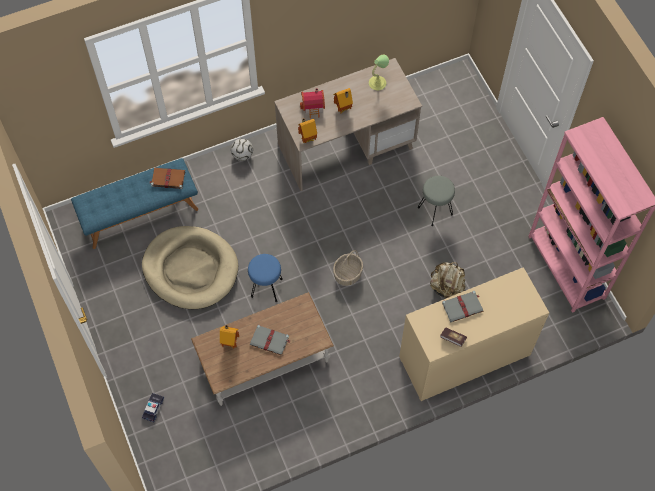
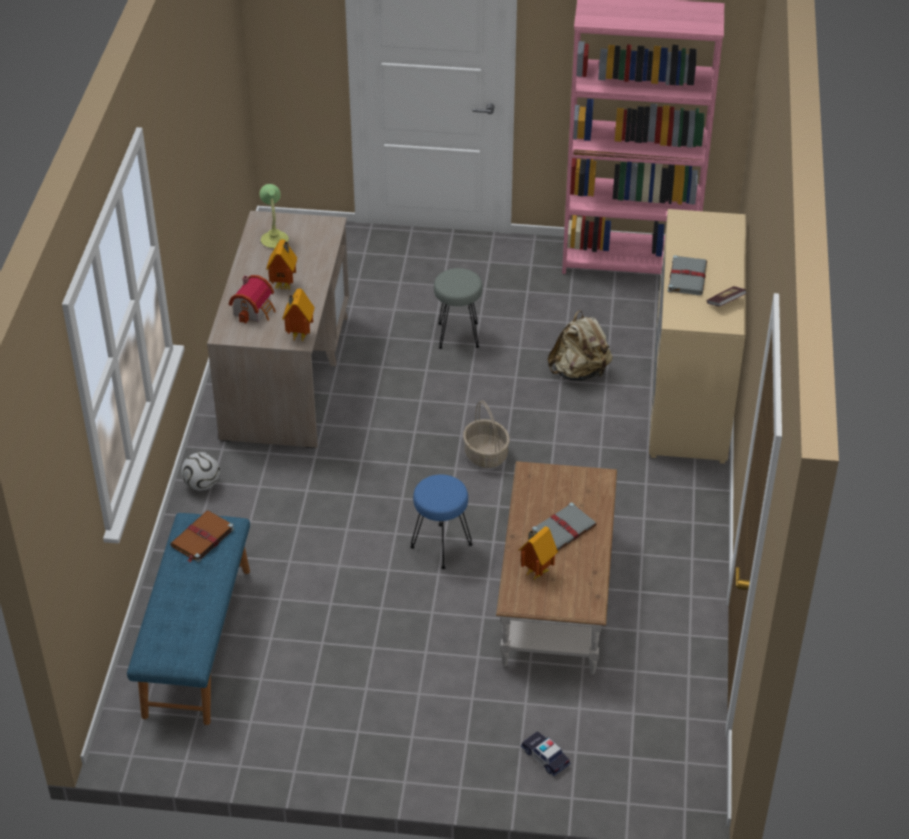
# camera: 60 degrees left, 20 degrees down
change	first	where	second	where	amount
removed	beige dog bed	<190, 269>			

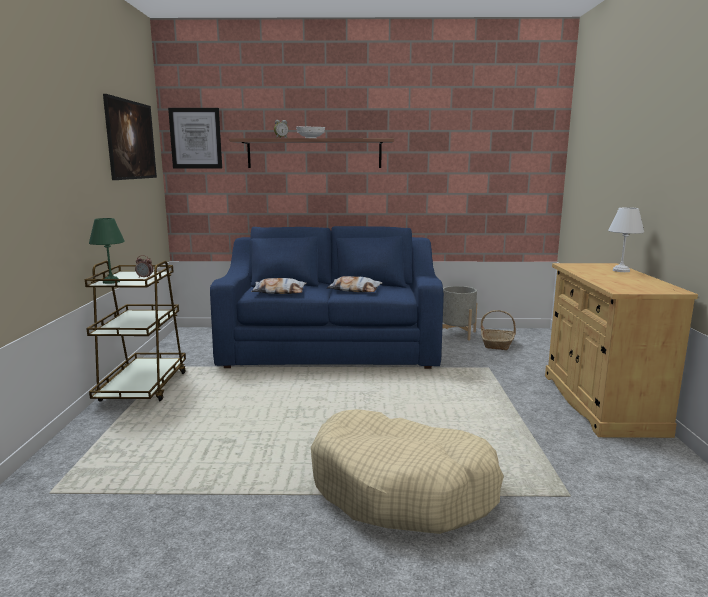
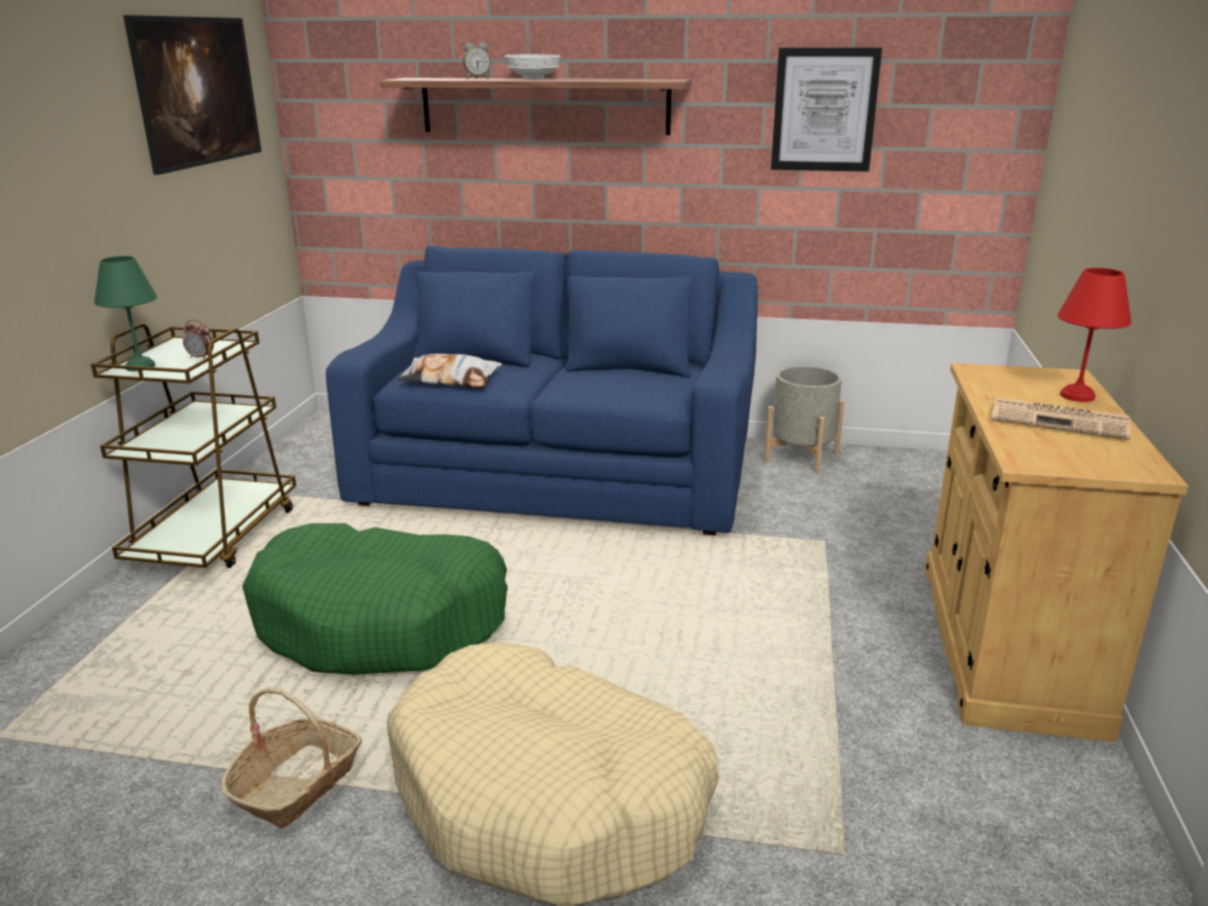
# camera: 10 degrees right, 10 degrees up
change	first	where	second	where	amount
moved	basket	<497, 344>		<297, 784>	
added			green dog bed	<382, 621>	
moved	picture	<196, 138>		<824, 110>	
added			newspaper	<1061, 420>	
recoloured	white table lamp	<621, 271>	red table lamp	<1078, 396>	
removed	pillow	<354, 289>			

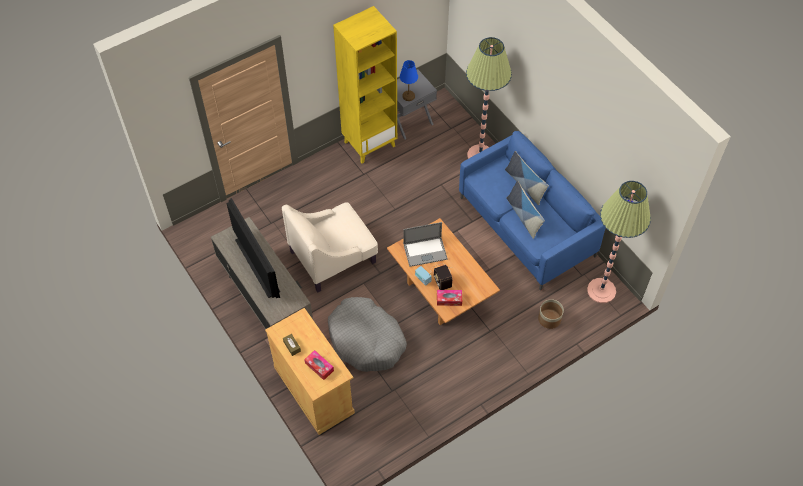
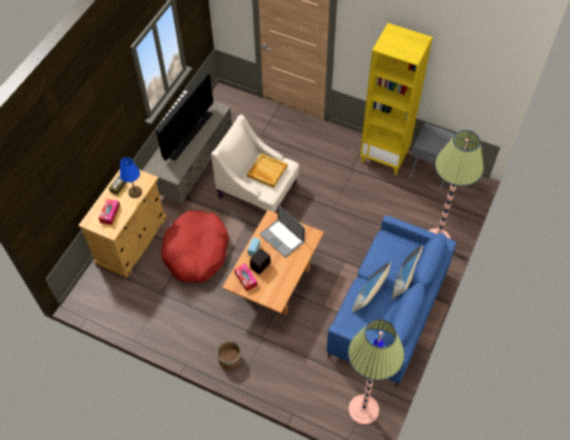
# camera: 60 degrees right, 0 degrees up
change	first	where	second	where	amount
moved	blue table lamp	<408, 96>		<135, 192>	
recoloured	grey dog bed	<366, 340>	red dog bed	<196, 252>	
moved	planter	<549, 319>		<229, 359>	
added			beige tray	<266, 171>	

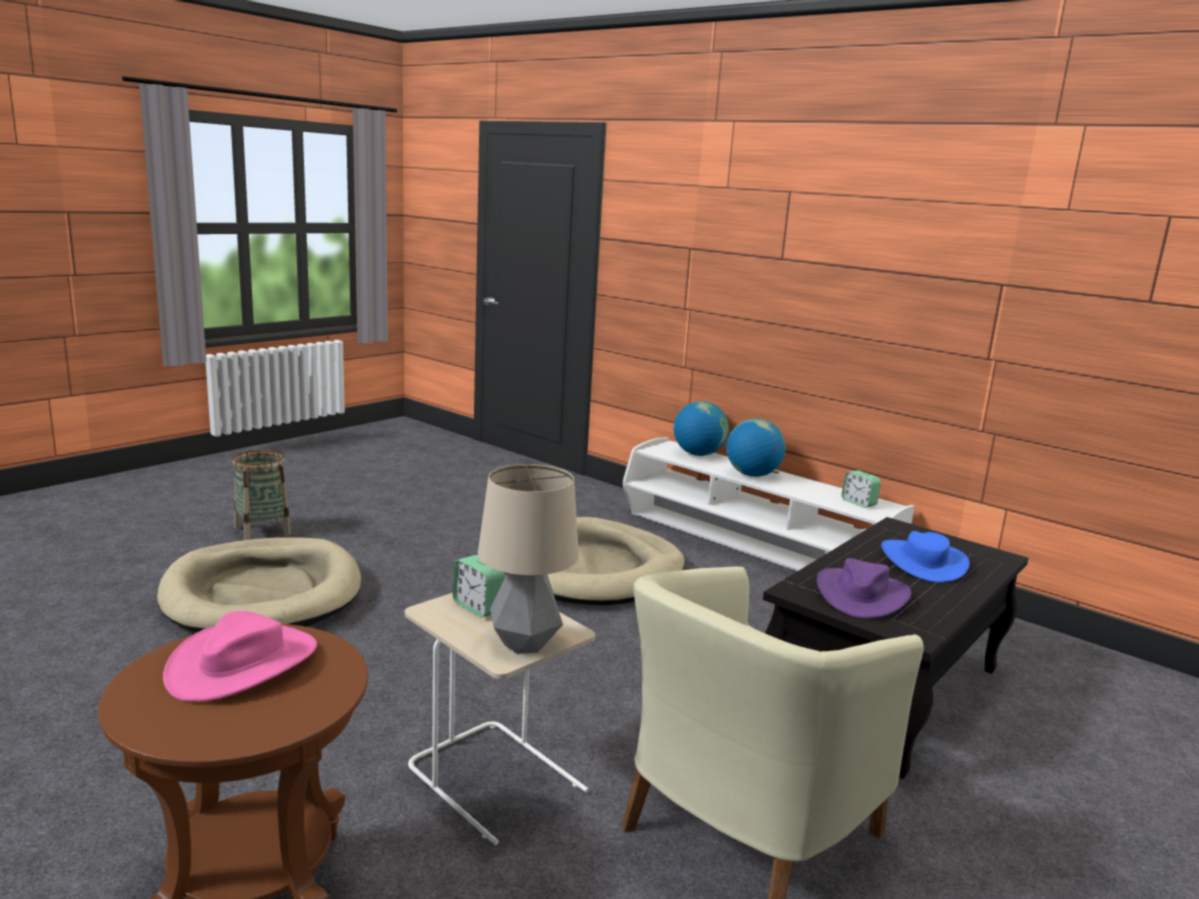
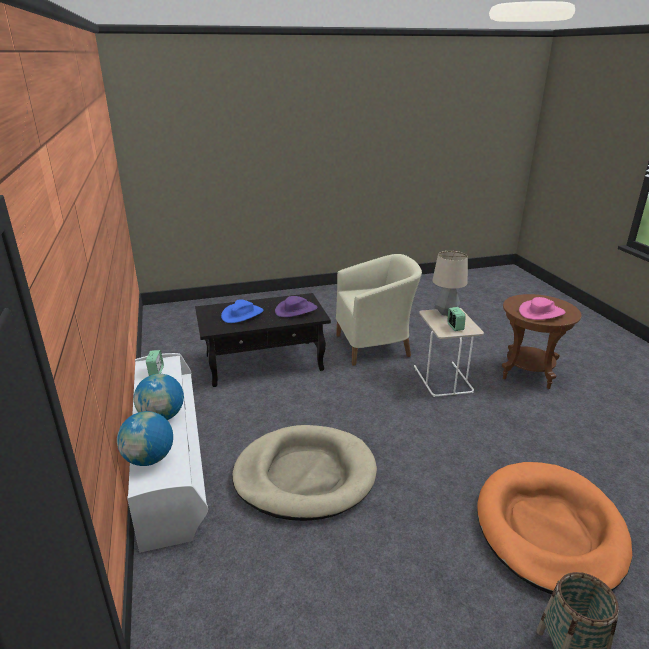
# camera: 145 degrees left, 10 degrees up
change	first	where	second	where	amount
recoloured	beige dog bed	<263, 593>	orange dog bed	<549, 530>	

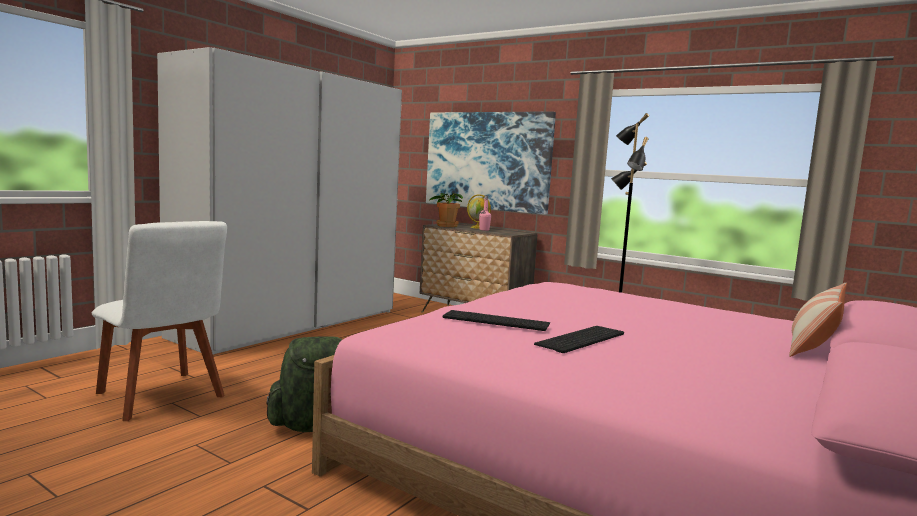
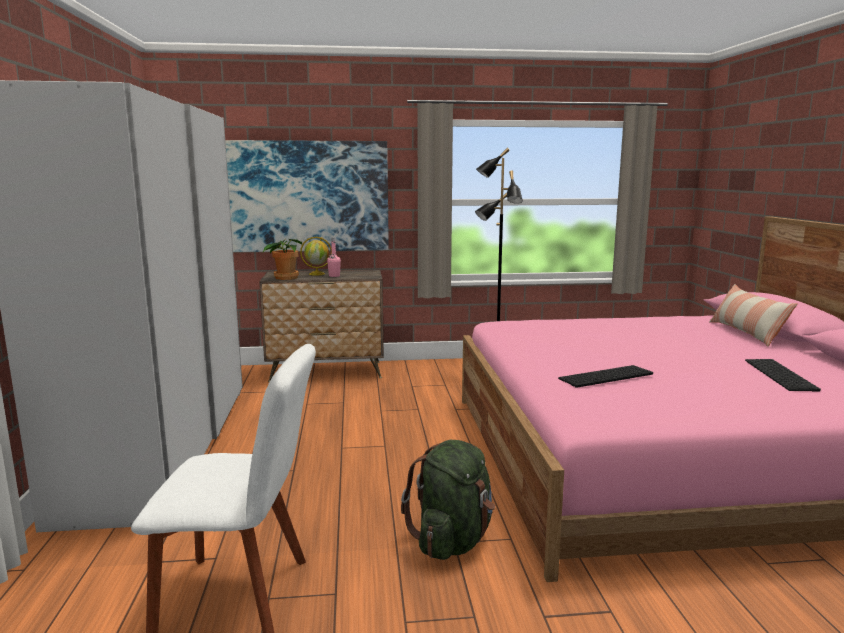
# camera: 40 degrees left, 5 degrees up
change	first	where	second	where	amount
moved	keyboard	<582, 340>		<782, 375>	

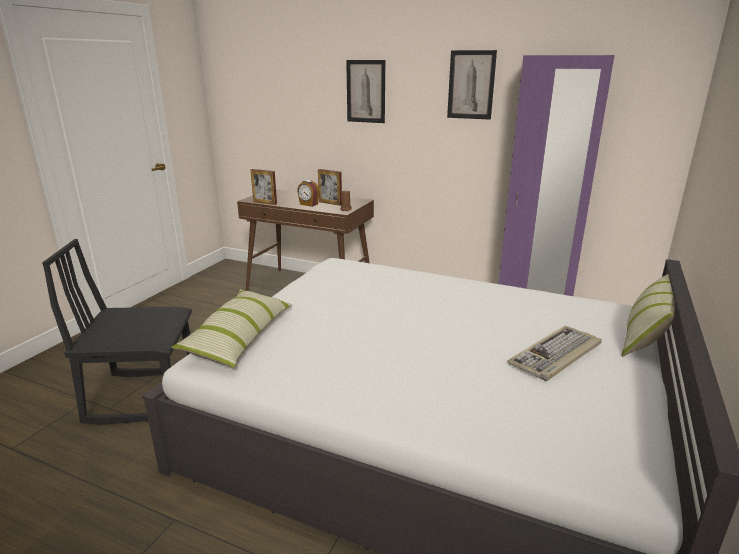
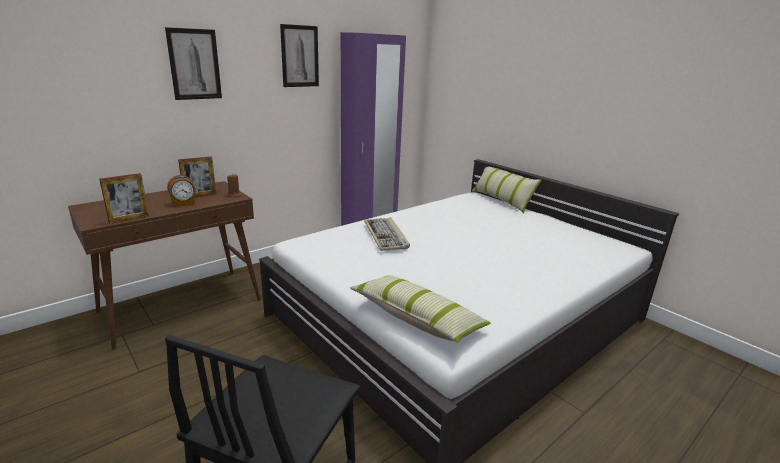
# camera: 65 degrees left, 0 degrees up
change	first	where	second	where	amount
moved	keyboard	<556, 355>		<386, 236>	

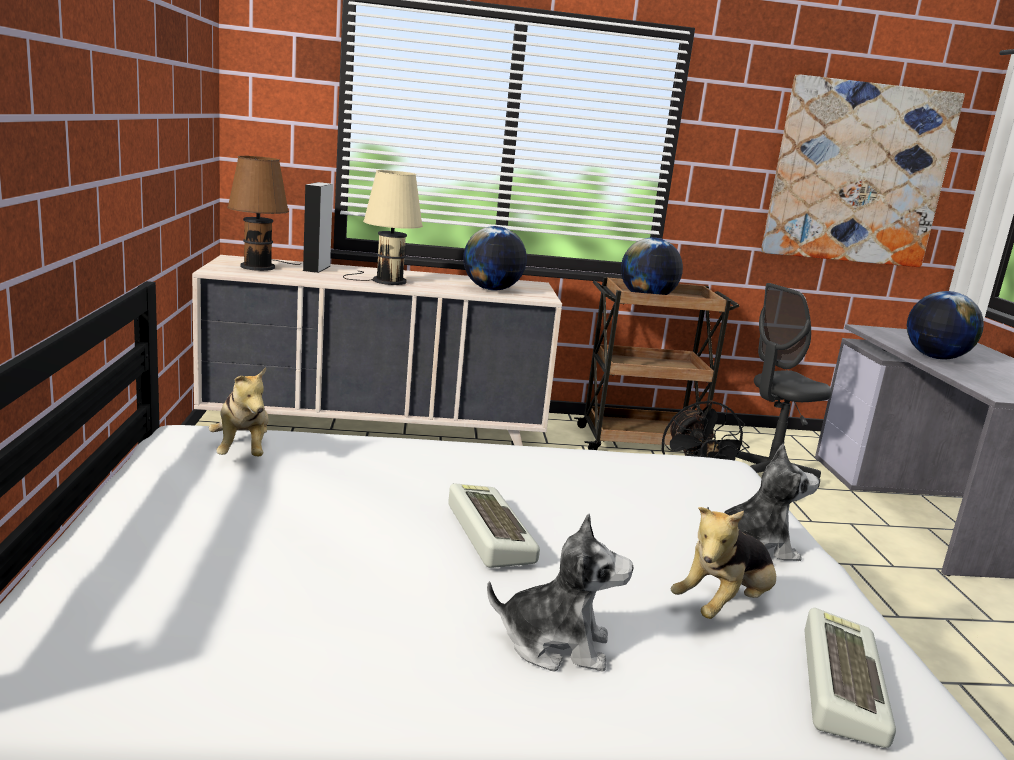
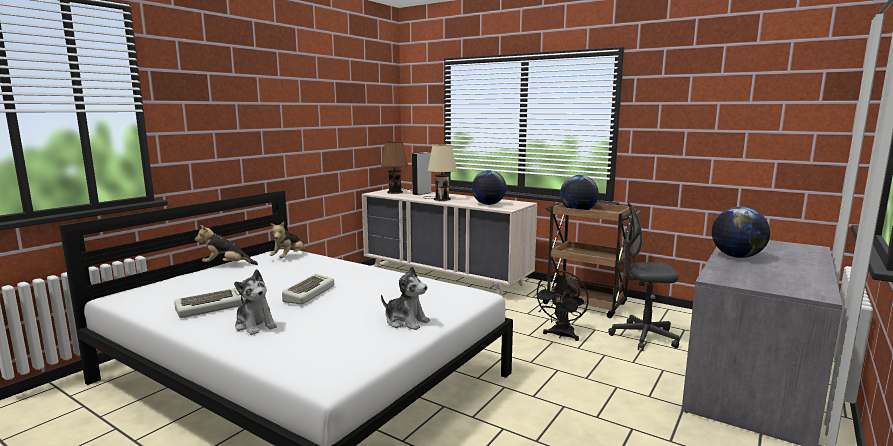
# camera: 40 degrees right, 5 degrees down
change	first	where	second	where	amount
moved	keyboard	<837, 683>		<213, 307>	
moved	plush toy	<724, 606>		<226, 265>	
removed	picture	<858, 174>			

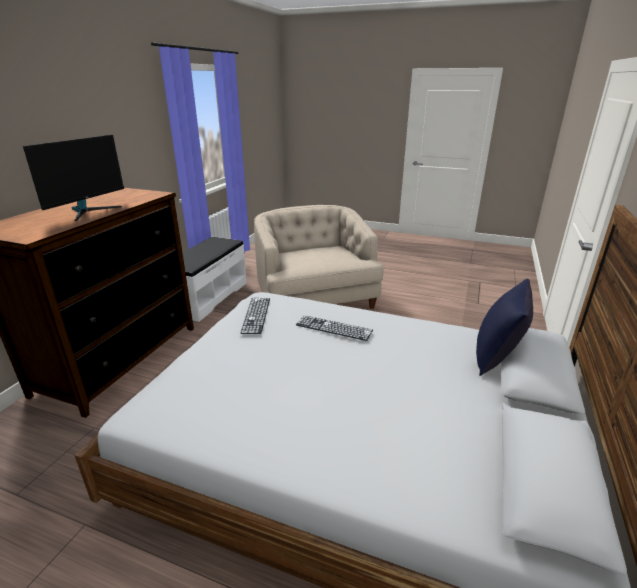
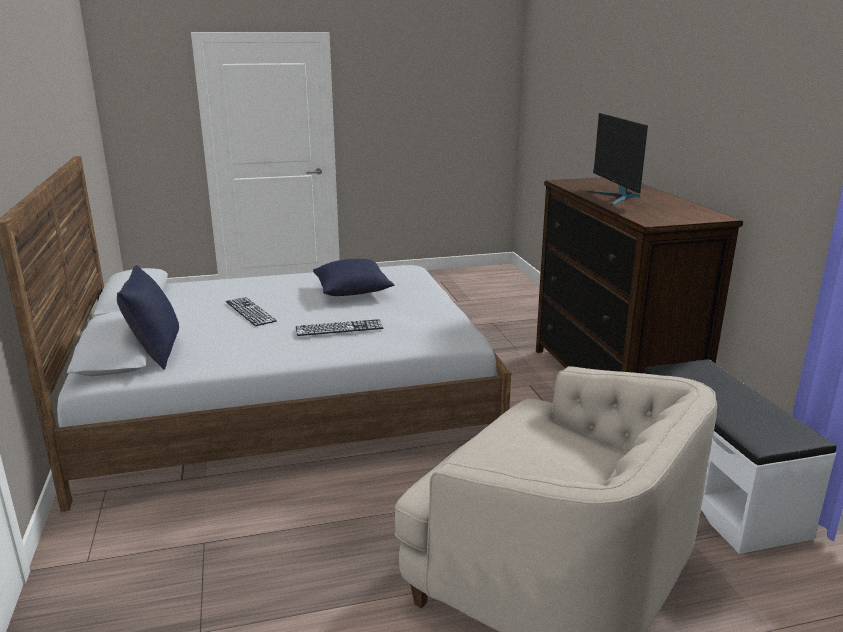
# camera: 145 degrees right, 5 degrees down
change	first	where	second	where	amount
moved	keyboard	<256, 315>		<250, 311>	
added			blue pillow	<353, 292>	

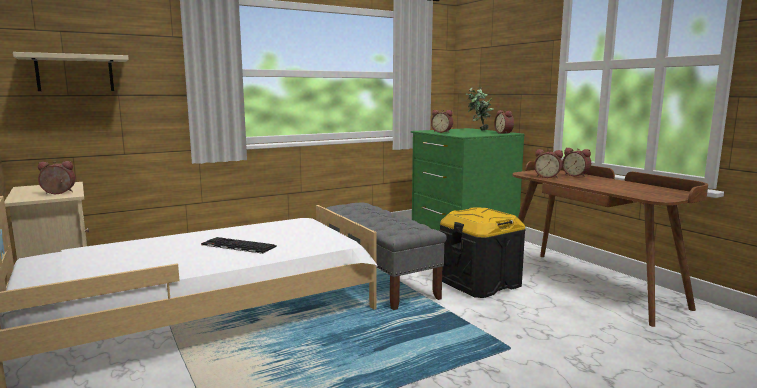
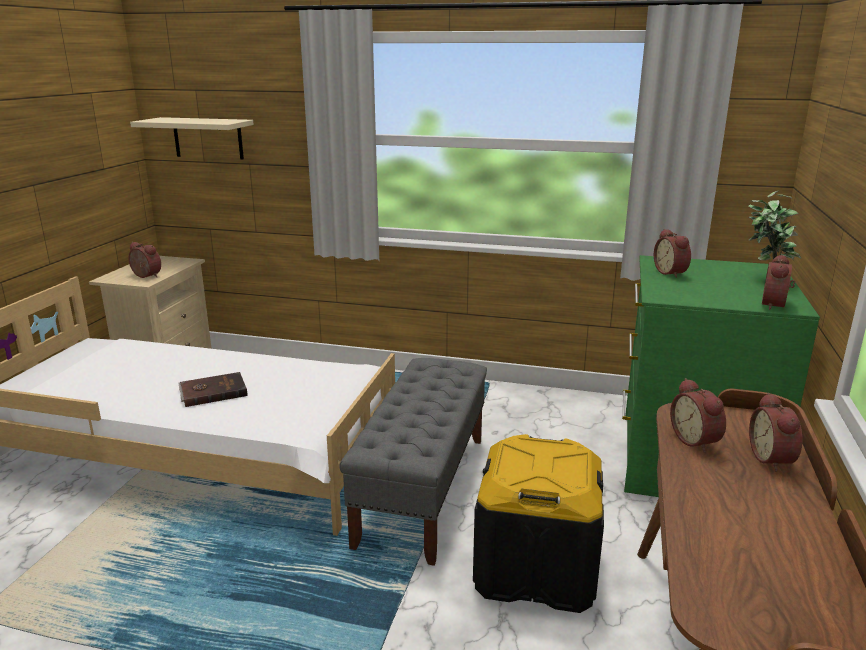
# camera: 45 degrees right, 10 degrees up
change	first	where	second	where	amount
replaced	keyboard	<237, 246>	brown book	<213, 392>	

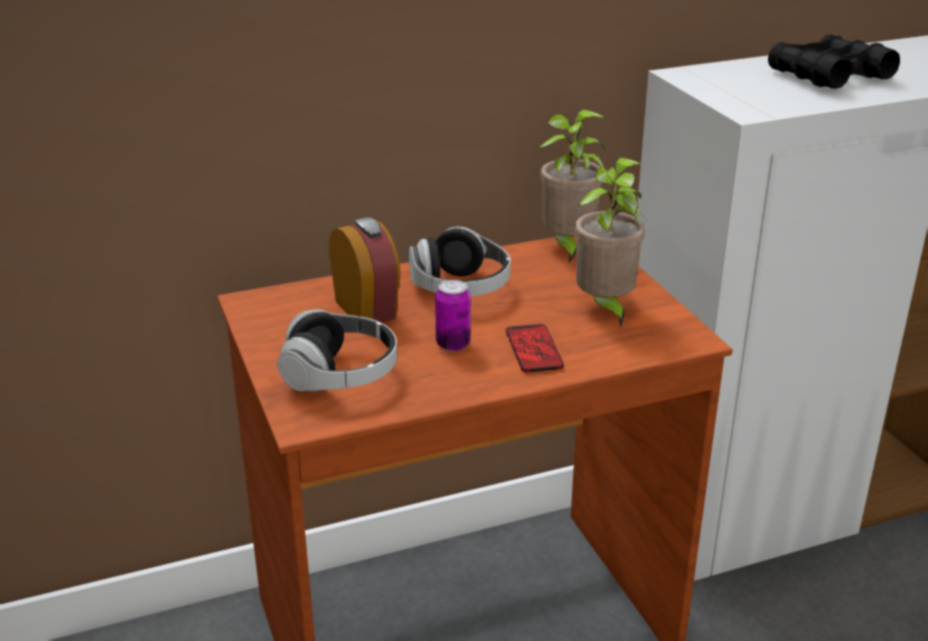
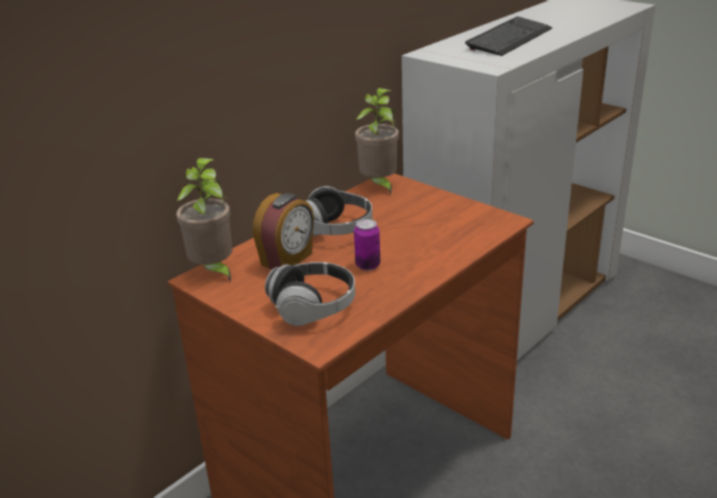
# camera: 25 degrees left, 0 degrees up
change	first	where	second	where	amount
moved	potted plant	<605, 308>		<213, 271>	
turned	alarm clock	<367, 309>		<288, 260>	90 degrees clockwise
replaced	black binoculars	<829, 76>	keyboard	<509, 39>	
removed	phone	<534, 349>			

